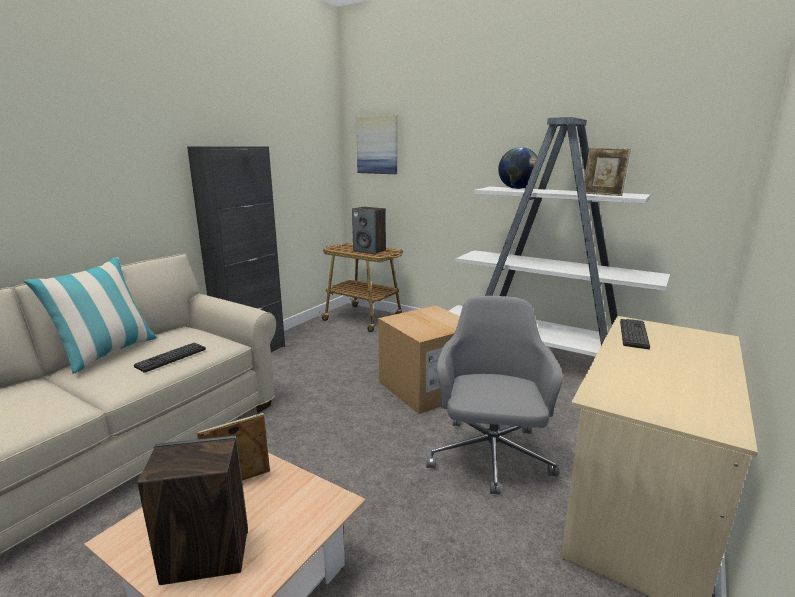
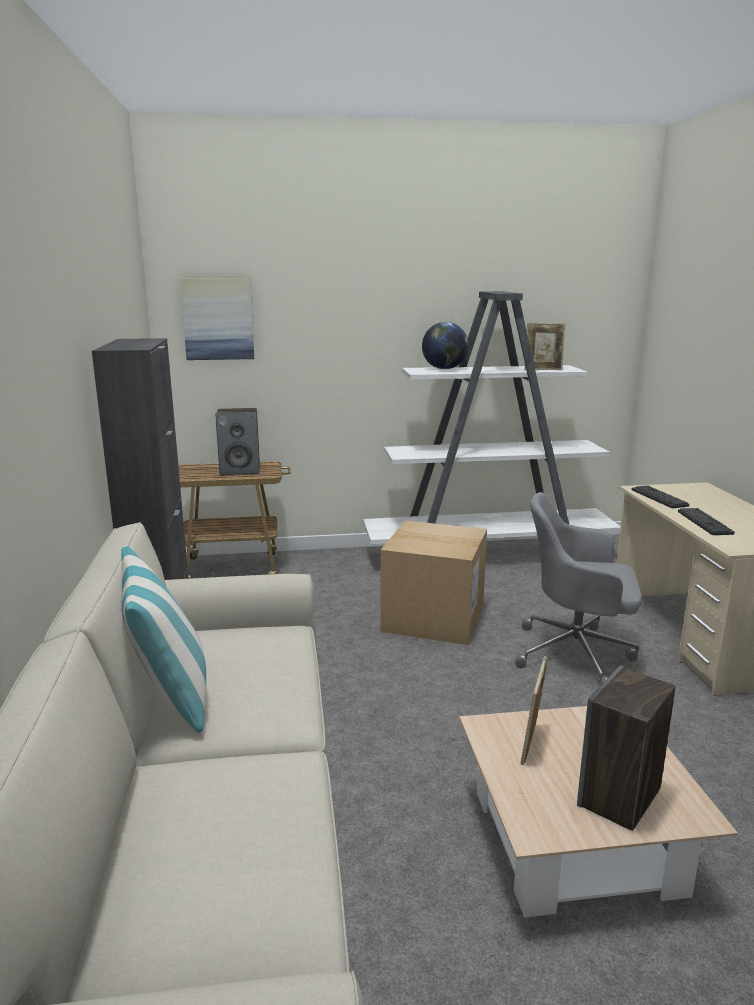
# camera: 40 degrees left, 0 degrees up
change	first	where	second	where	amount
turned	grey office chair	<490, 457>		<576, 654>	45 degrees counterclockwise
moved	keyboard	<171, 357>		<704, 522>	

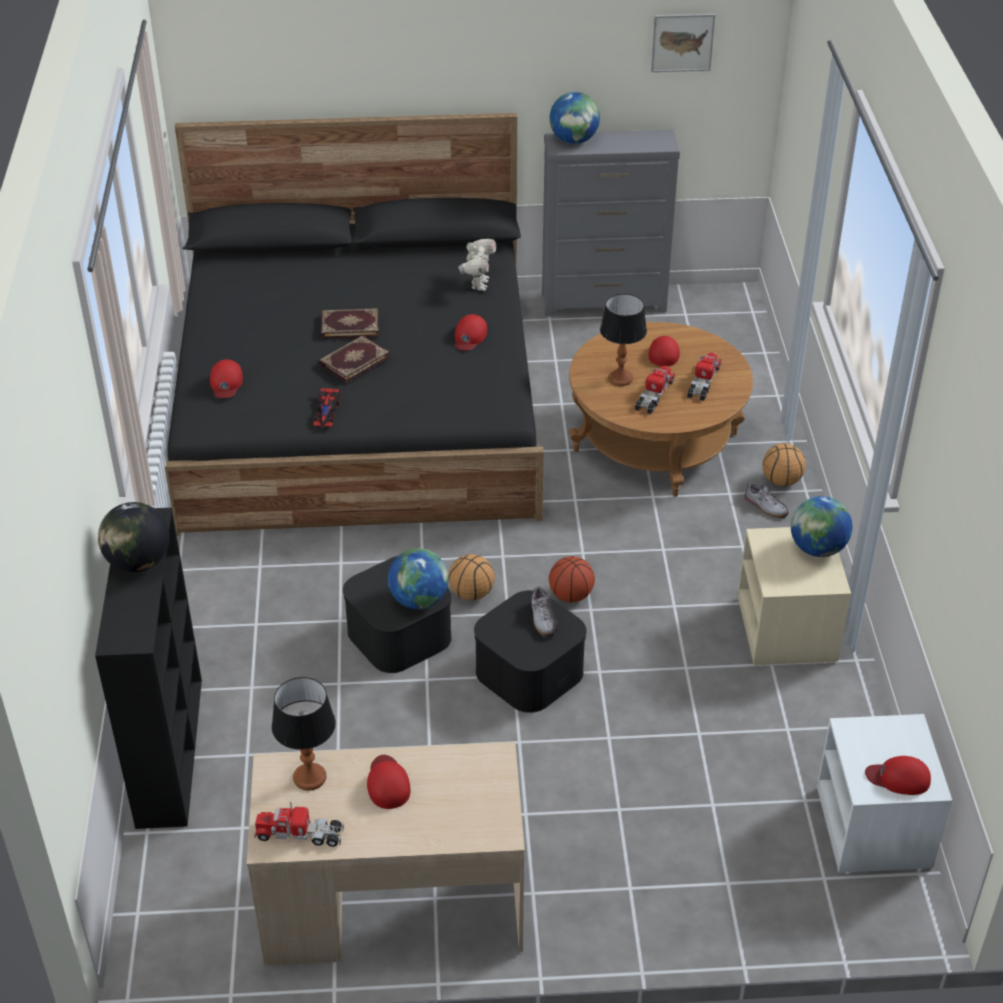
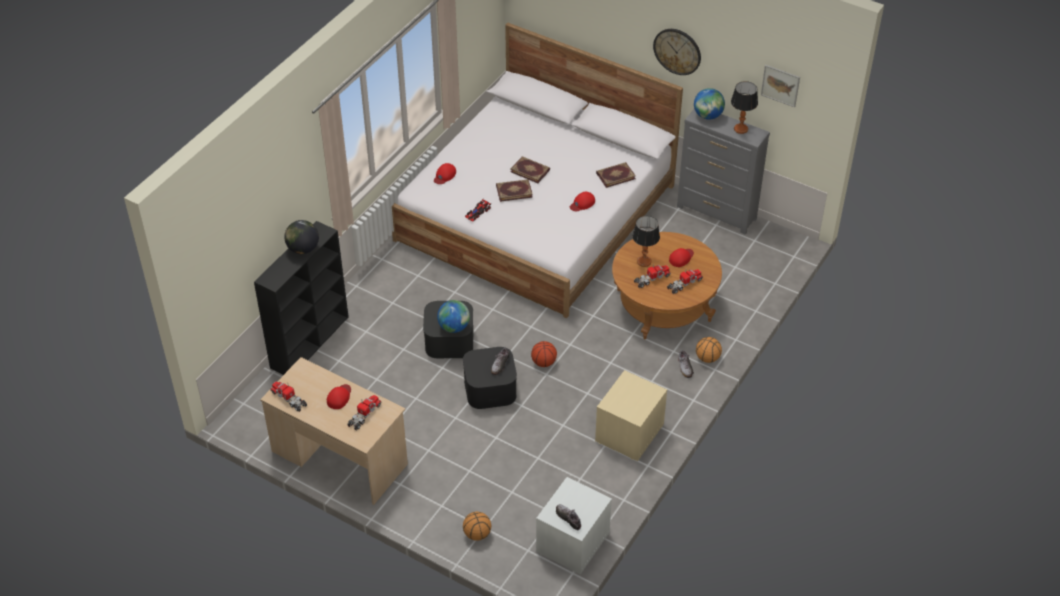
# camera: 35 degrees right, 5 degrees up
change	first	where	second	where	amount
added			toy truck	<364, 415>	
recoloured	black bed	<359, 403>	white bed	<536, 212>	
moved	basketball	<471, 594>		<477, 534>	
replaced	red cap	<898, 778>	shoe	<568, 518>	
replaced	toy robot	<478, 284>	book	<615, 175>	
added			wall clock	<677, 51>	
moved	table lamp	<309, 778>		<740, 129>	
removed	globe	<817, 549>			

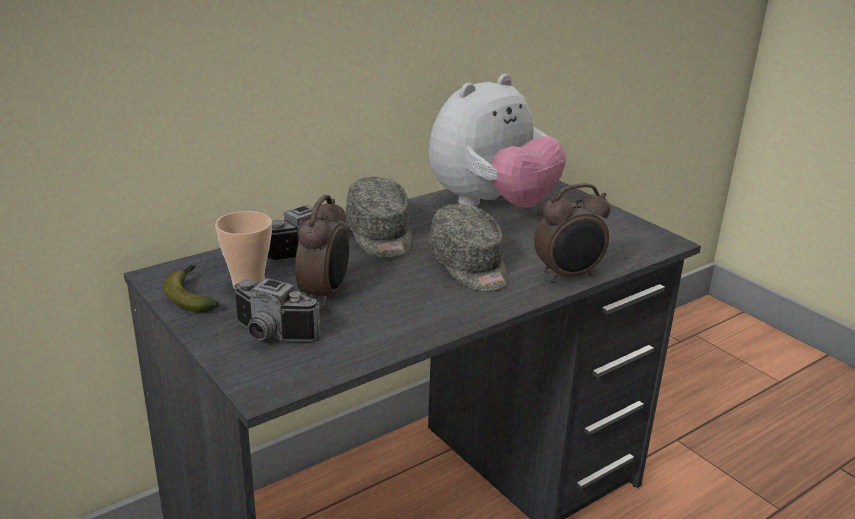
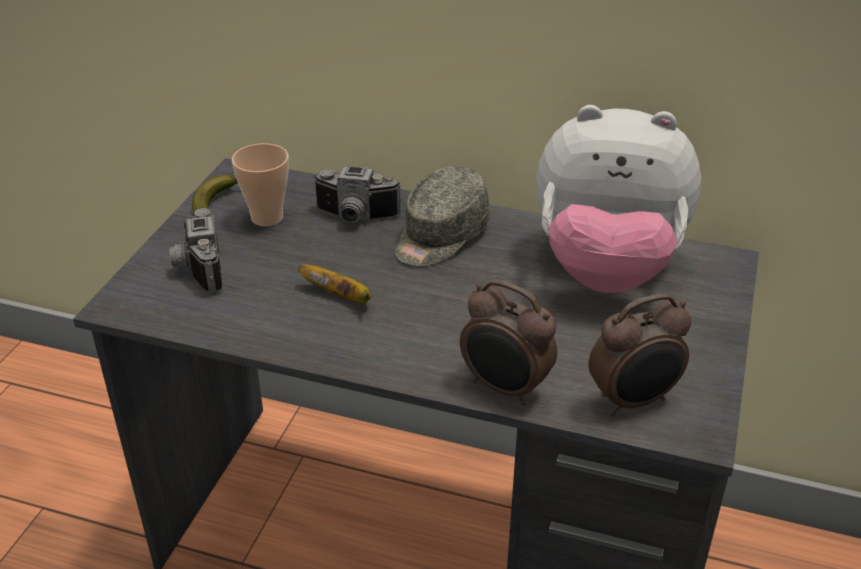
# camera: 55 degrees right, 10 degrees up
change	first	where	second	where	amount
added			banana	<340, 296>	
moved	alarm clock	<325, 294>		<634, 401>	
removed	grey cap	<470, 267>			

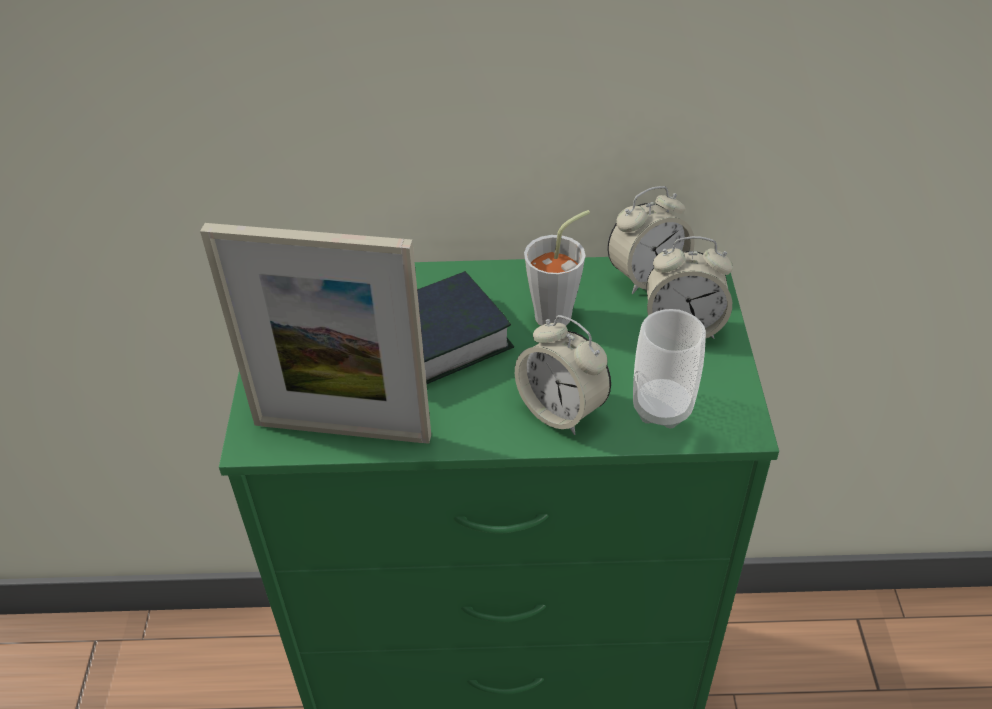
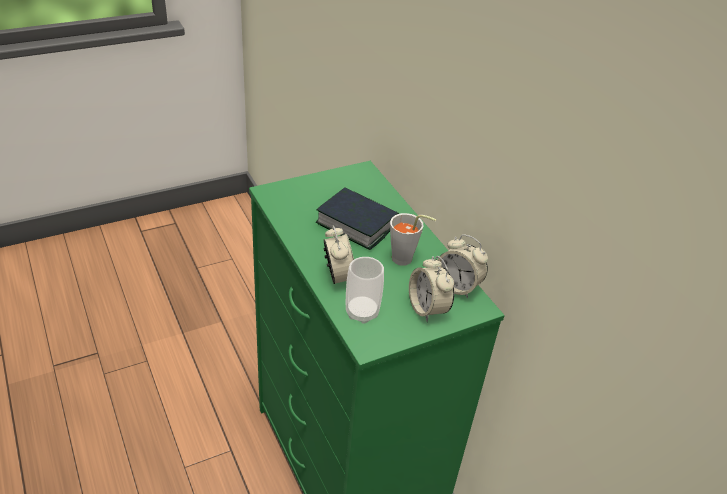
# camera: 60 degrees right, 5 degrees down
change	first	where	second	where	amount
turned	alarm clock	<561, 410>		<339, 277>	150 degrees clockwise
removed	picture frame	<342, 430>			

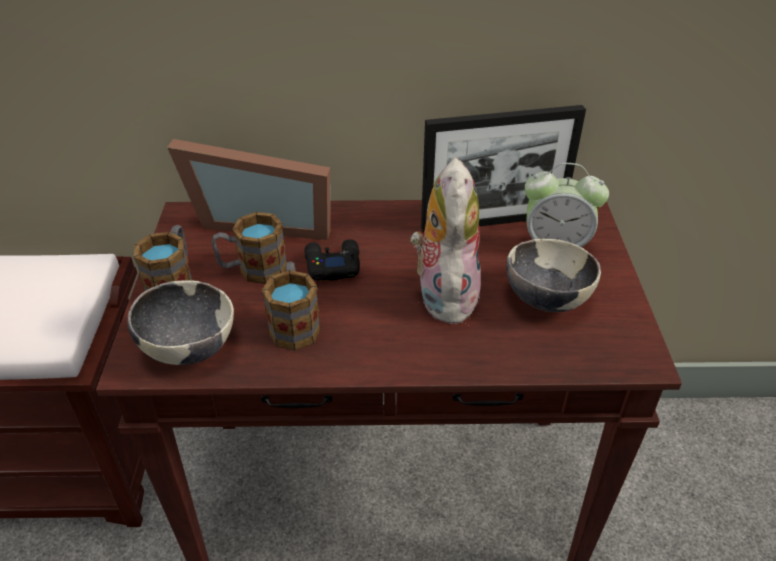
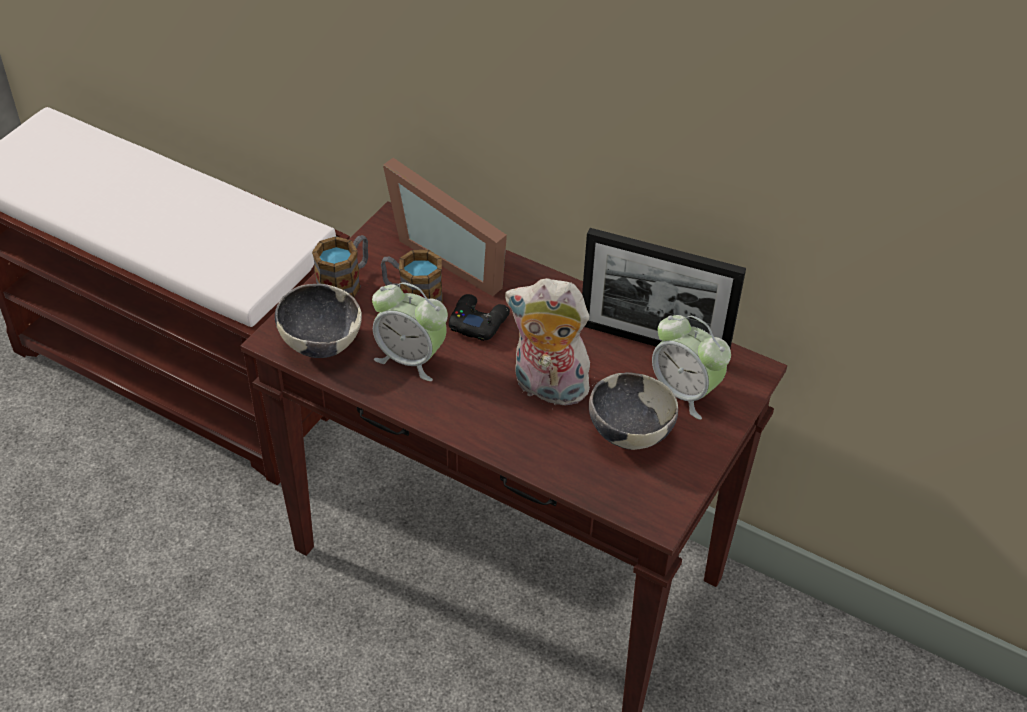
# camera: 30 degrees right, 5 degrees up
change	first	where	second	where	amount
replaced	mug	<294, 322>	alarm clock	<411, 358>	
turned	plush toy	<443, 294>		<547, 389>	105 degrees counterclockwise

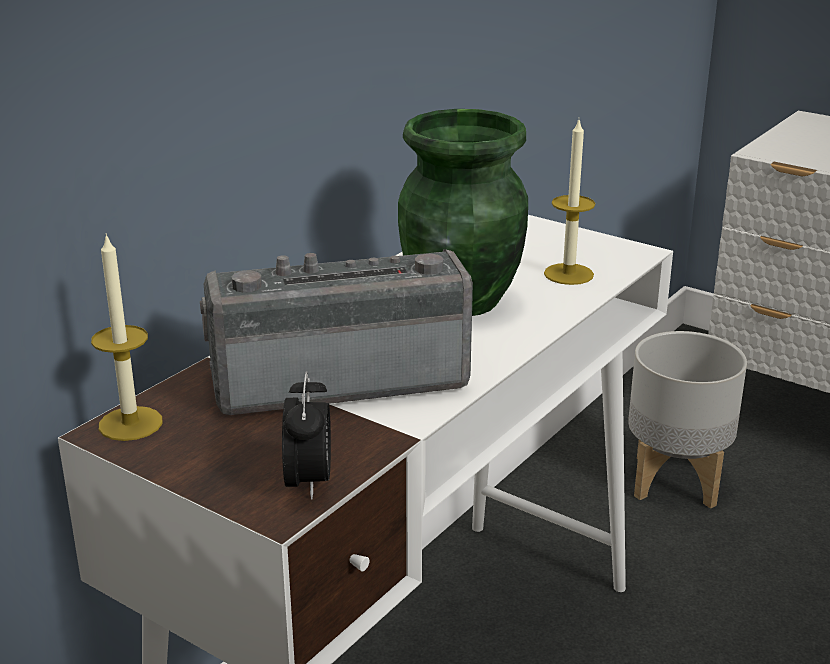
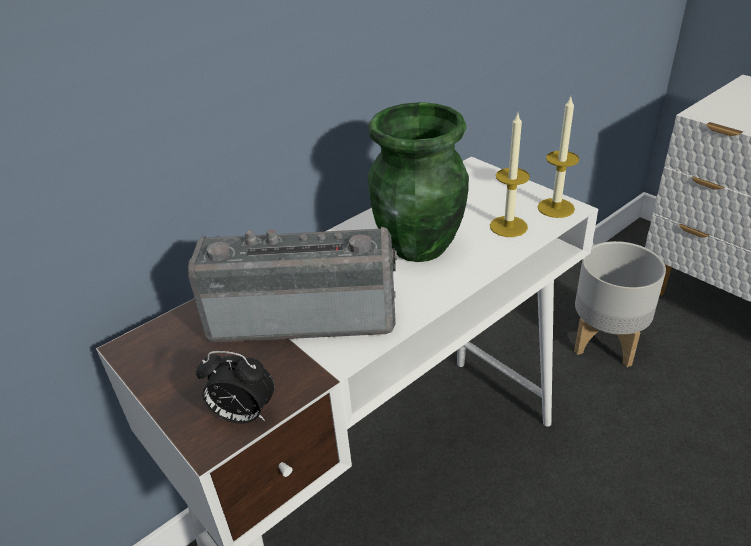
# camera: 15 degrees right, 10 degrees up
change	first	where	second	where	amount
turned	alarm clock	<309, 482>		<242, 415>	90 degrees clockwise
moved	candle	<130, 423>		<556, 208>	

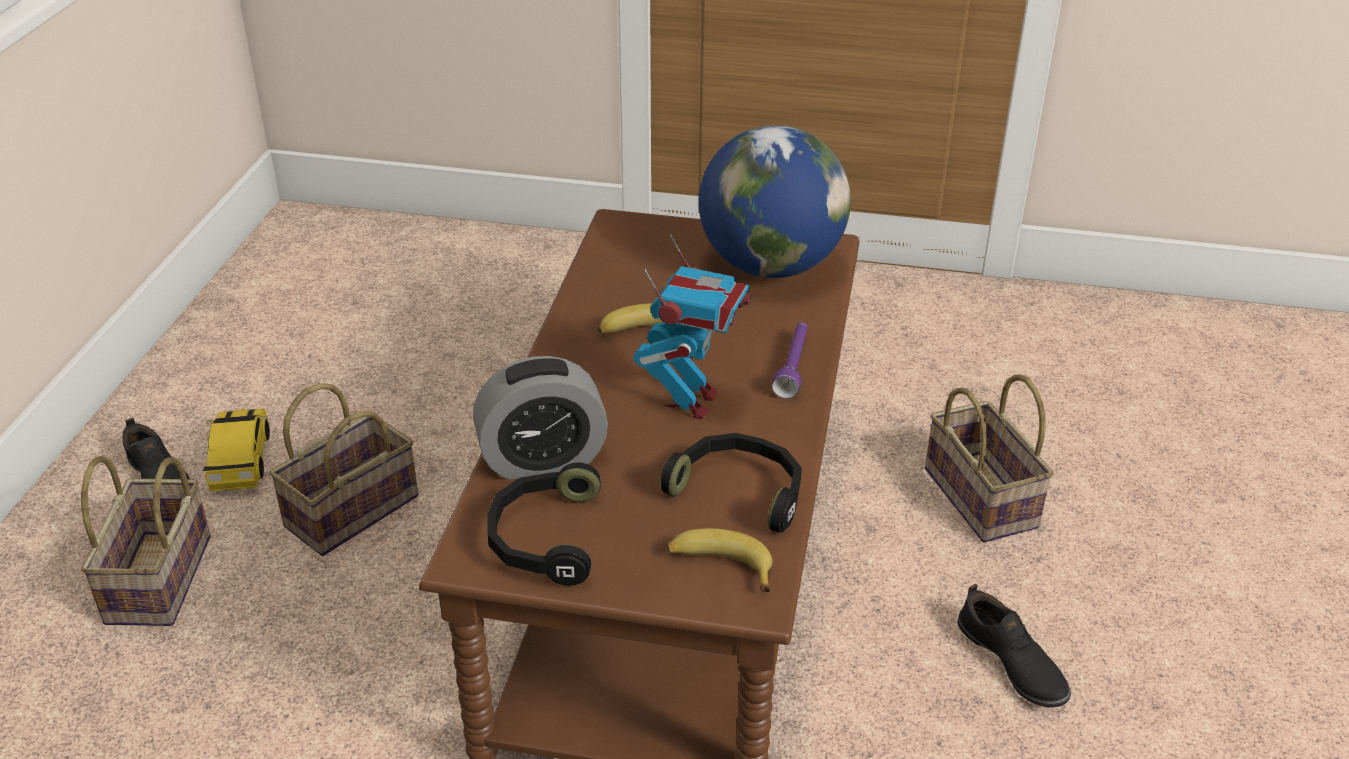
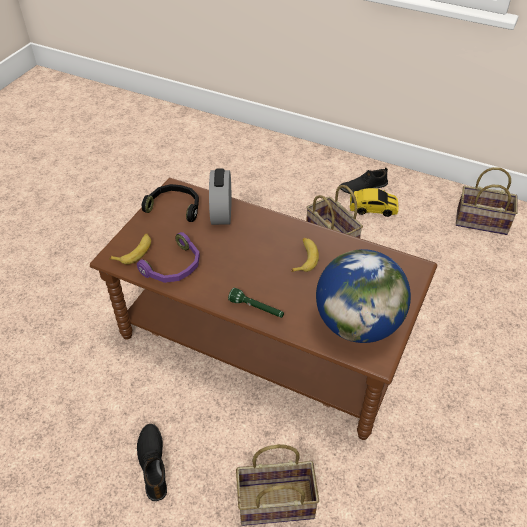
# camera: 105 degrees right, 10 degrees up
change	first	where	second	where	amount
recoloured	black headphones	<740, 490>	purple headphones	<174, 267>	
turned	black shoe	<1010, 663>		<154, 463>	90 degrees clockwise
recoloured	purple flashlight	<793, 367>	green flashlight	<257, 309>	
moved	basket	<160, 582>		<480, 222>	
removed	toy robot	<691, 401>			

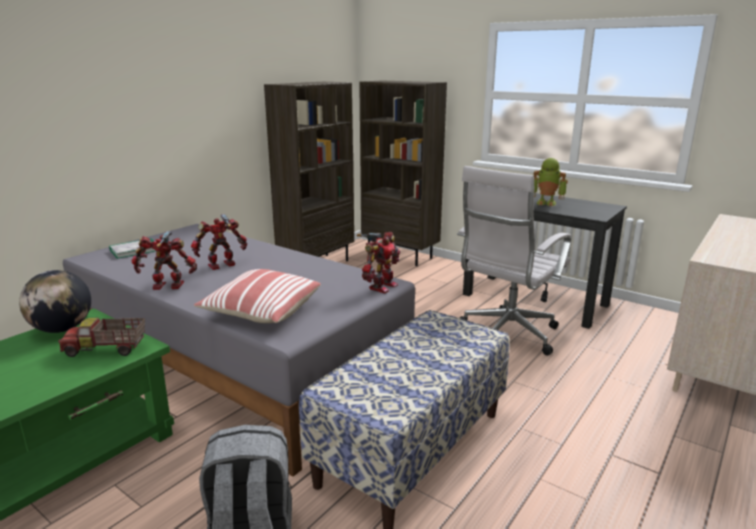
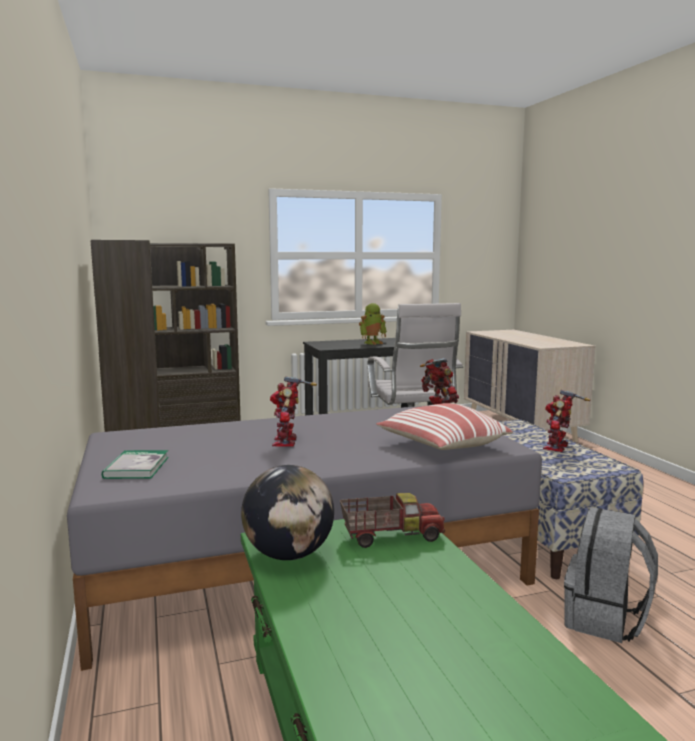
# camera: 55 degrees left, 10 degrees down
change	first	where	second	where	amount
turned	toy truck	<106, 350>		<391, 536>	135 degrees counterclockwise
moved	toy robot	<168, 286>		<558, 447>	

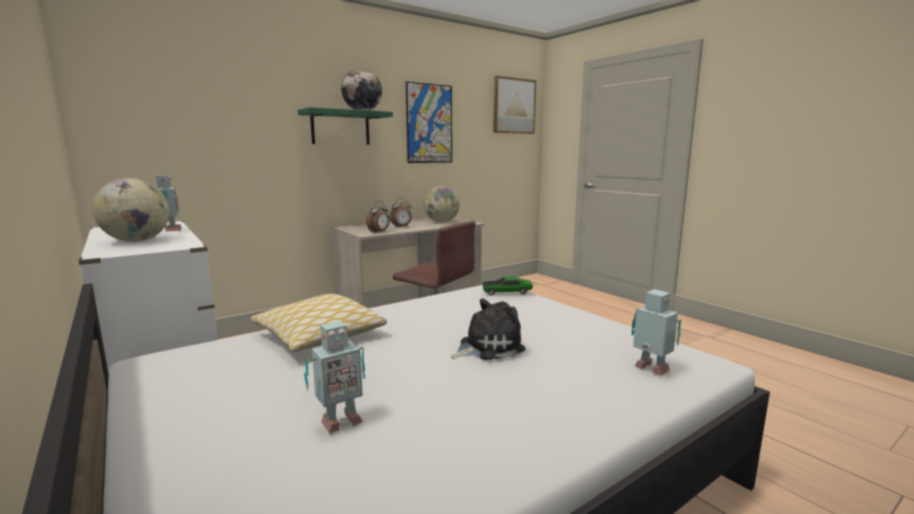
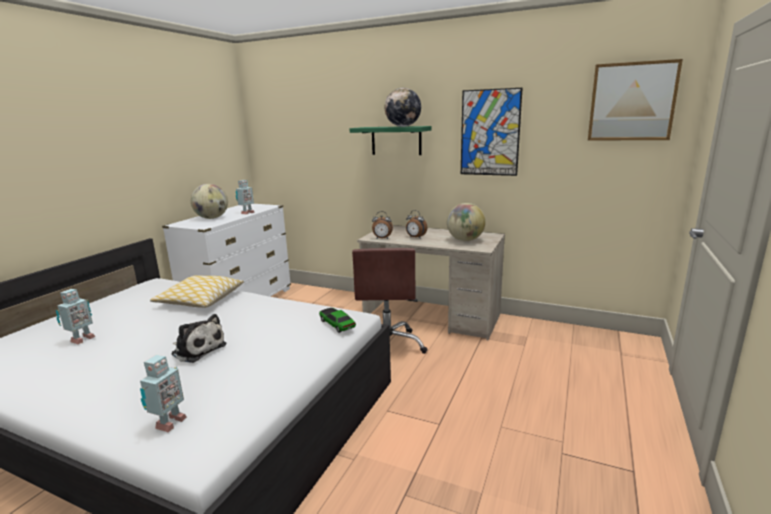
# camera: 60 degrees right, 5 degrees up
change	first	where	second	where	amount
turned	toy robot	<339, 421>		<81, 339>	90 degrees counterclockwise

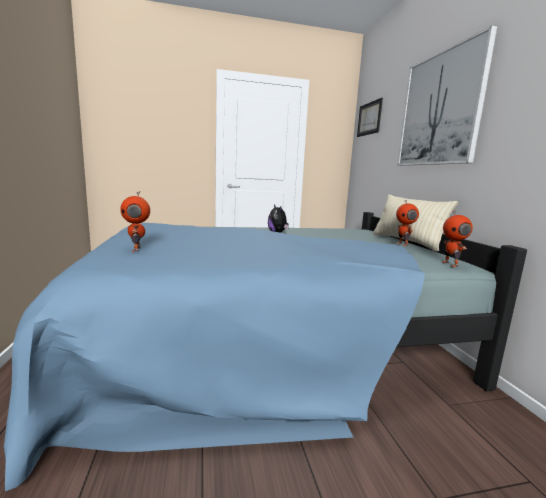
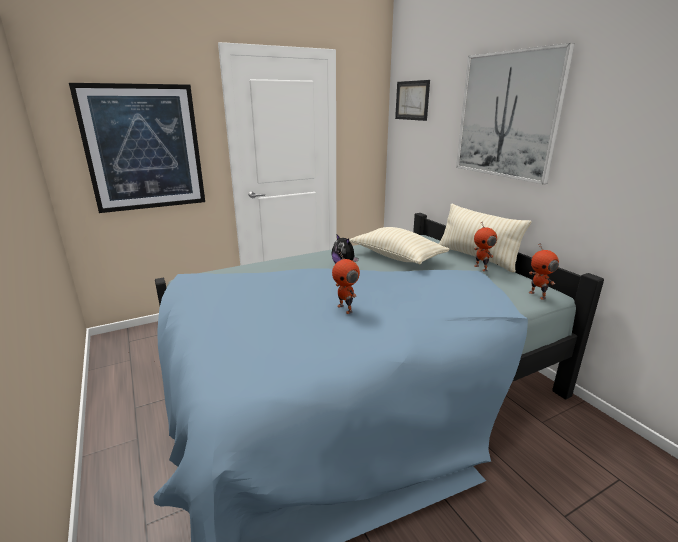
# camera: 15 degrees left, 10 degrees up
change	first	where	second	where	amount
added			picture	<144, 148>	
moved	toy robot	<137, 249>		<345, 309>	
added			beige pillow	<397, 257>	

